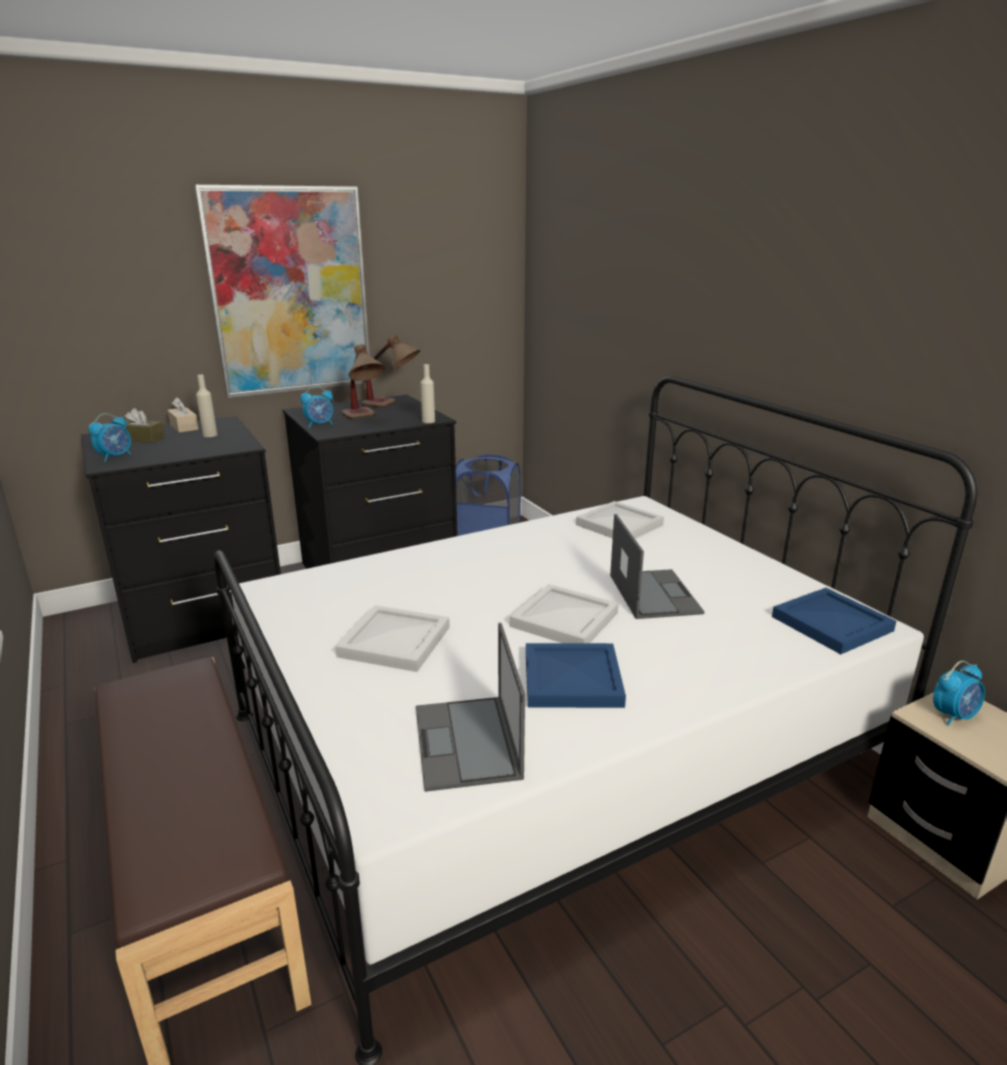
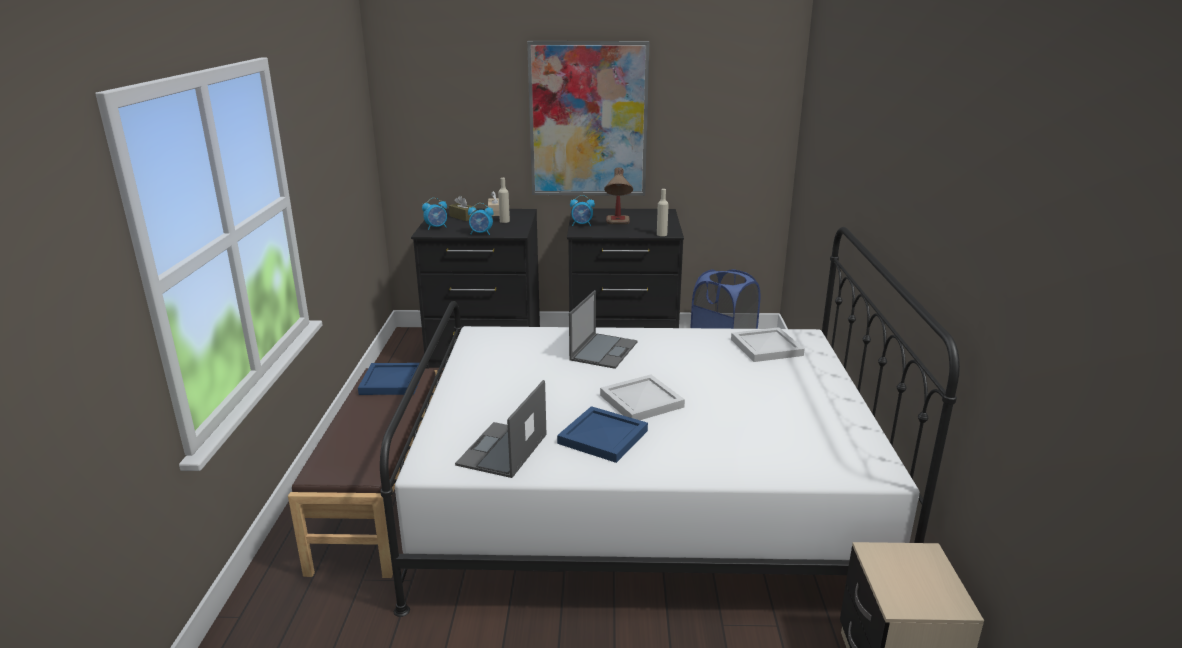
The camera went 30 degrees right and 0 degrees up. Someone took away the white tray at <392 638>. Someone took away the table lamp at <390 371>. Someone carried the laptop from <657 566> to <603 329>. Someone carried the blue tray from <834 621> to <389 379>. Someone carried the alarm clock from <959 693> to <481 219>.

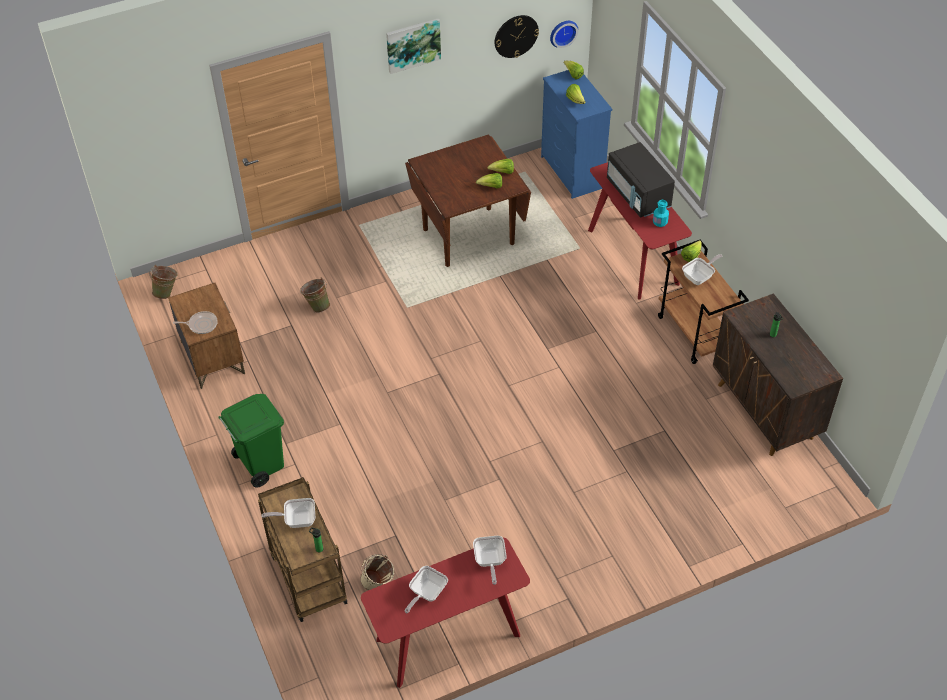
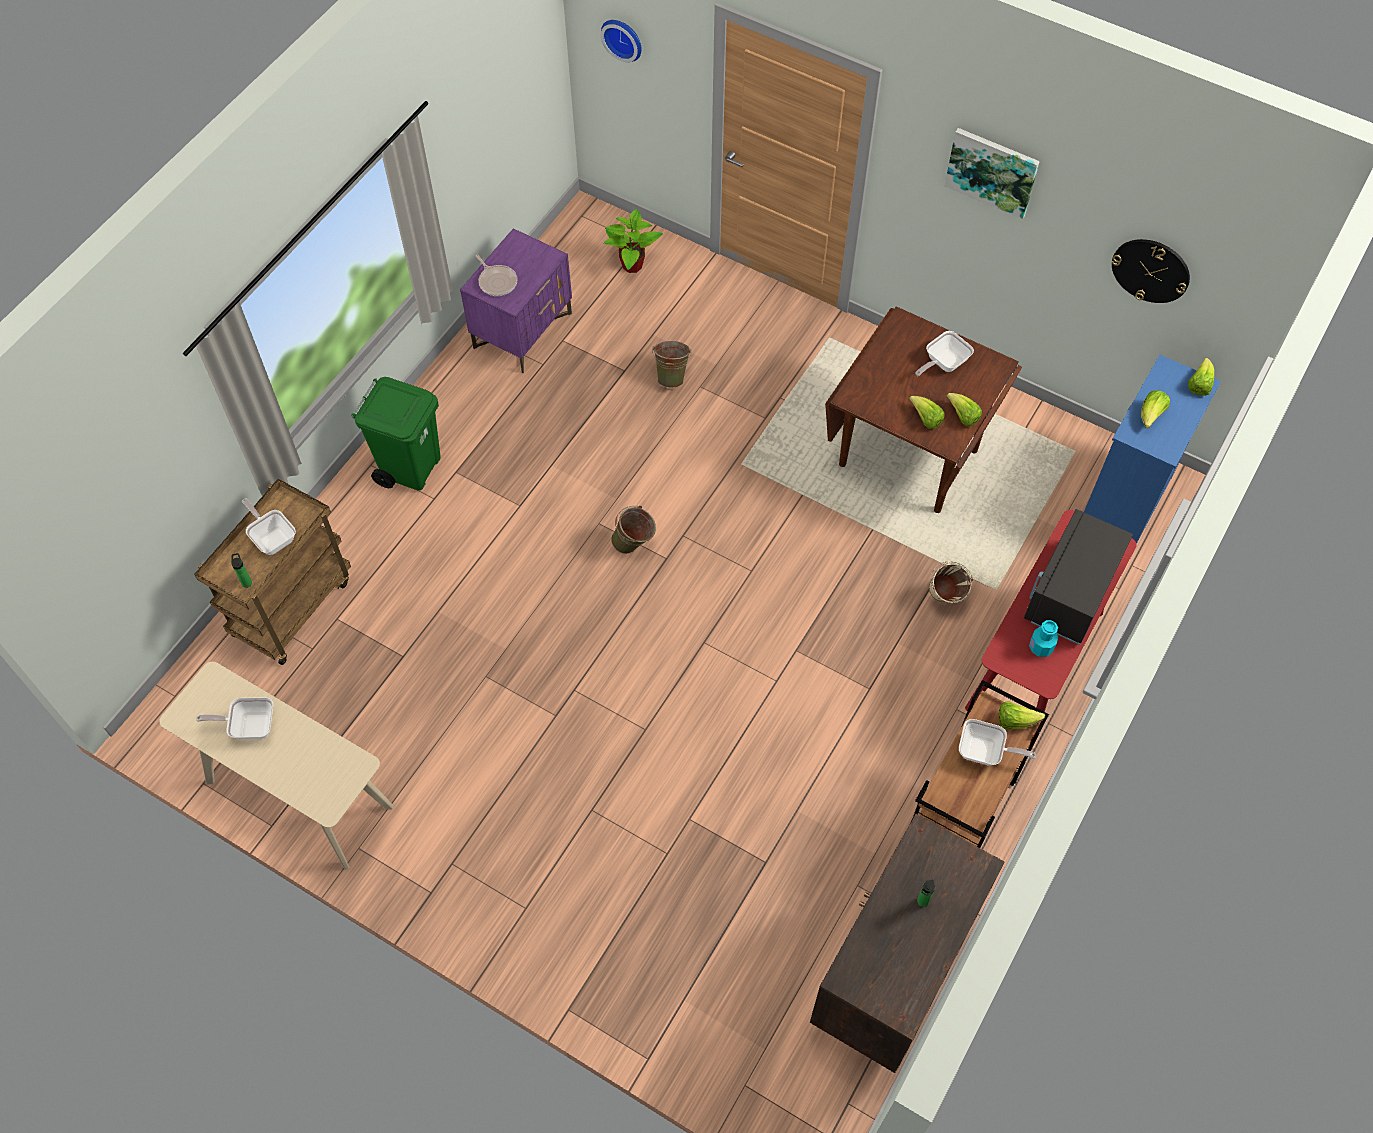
The camera went 55 degrees right and 10 degrees up. Someone carried the green bucket from <163 282> to <633 530>. Someone repainted the brown nightstand at <206 336>, which became the purple nightstand at <516 300>. Someone carried the beige bucket from <377 572> to <951 582>. Someone repainted the red console table at <445 612>, which became the beige console table at <276 766>. Someone carried the frying pan from <490 560> to <945 353>. Someone carried the wall clock from <564 34> to <621 41>. Someone put down the potted plant at <633 241>.

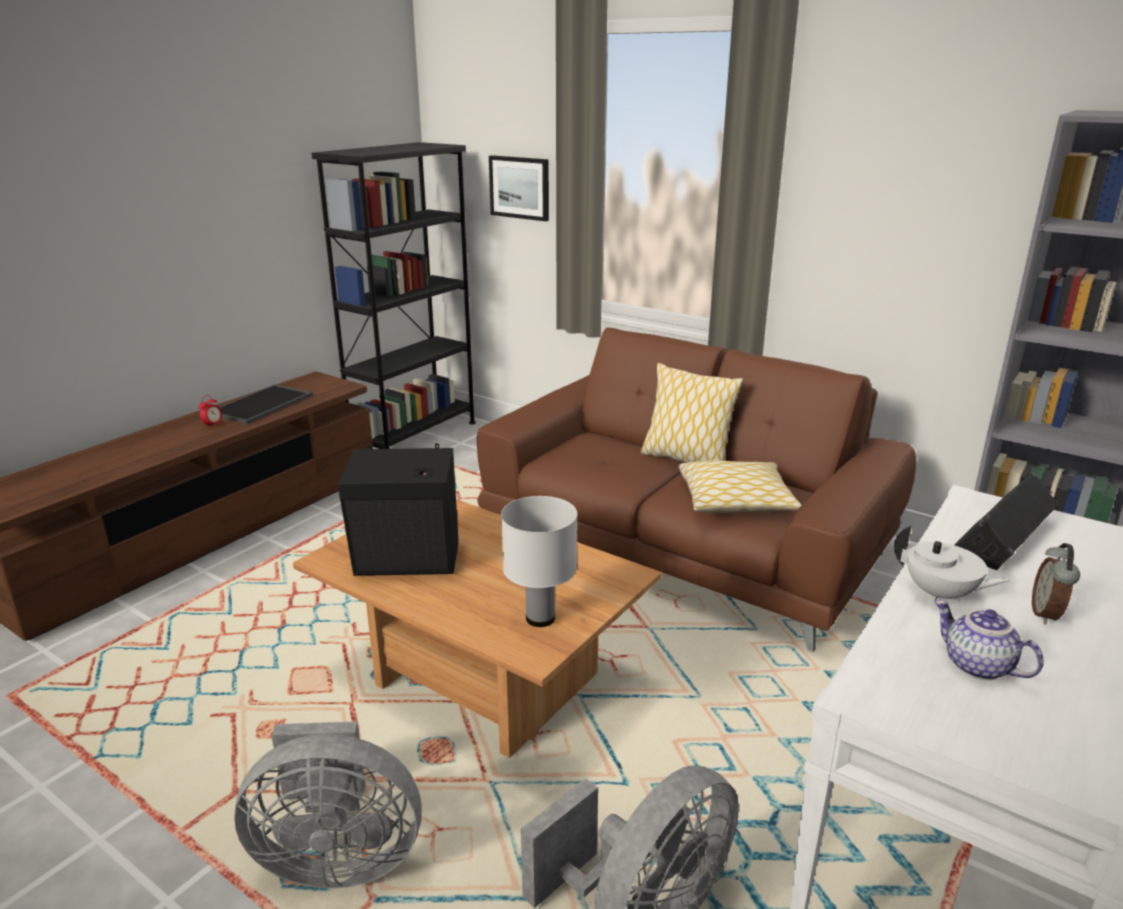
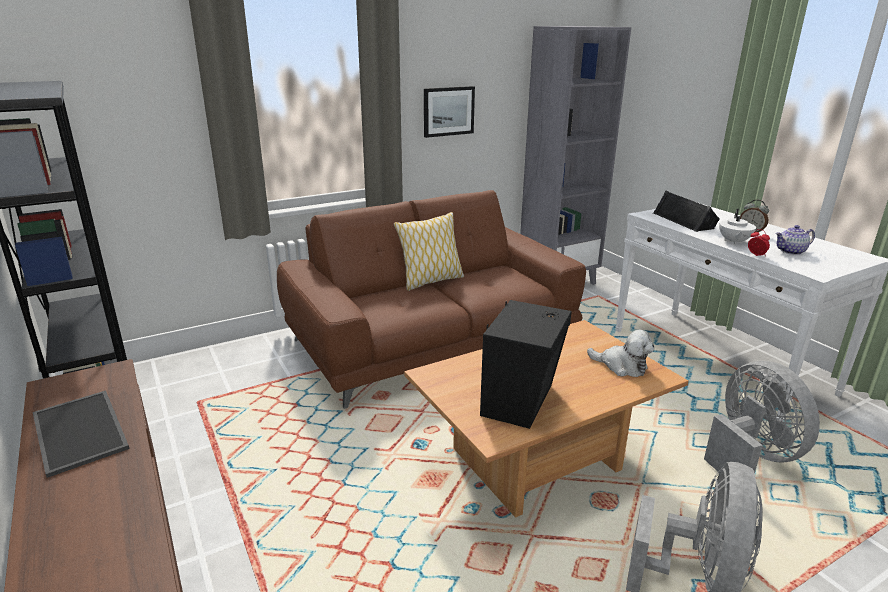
The camera went 65 degrees left and 0 degrees up. Someone carried the alarm clock from <211 412> to <759 242>. Someone carried the picture from <519 188> to <449 112>. Someone swapped the white table lamp at <539 561> for the plush toy at <620 353>. Someone took away the pillow at <740 486>. Someone rotated the white teapot at <952 564> by 135 degrees clockwise.

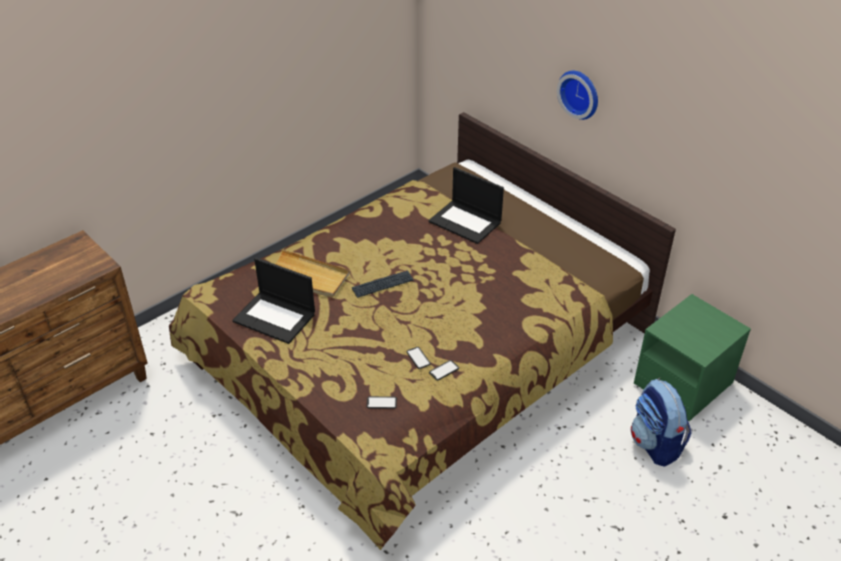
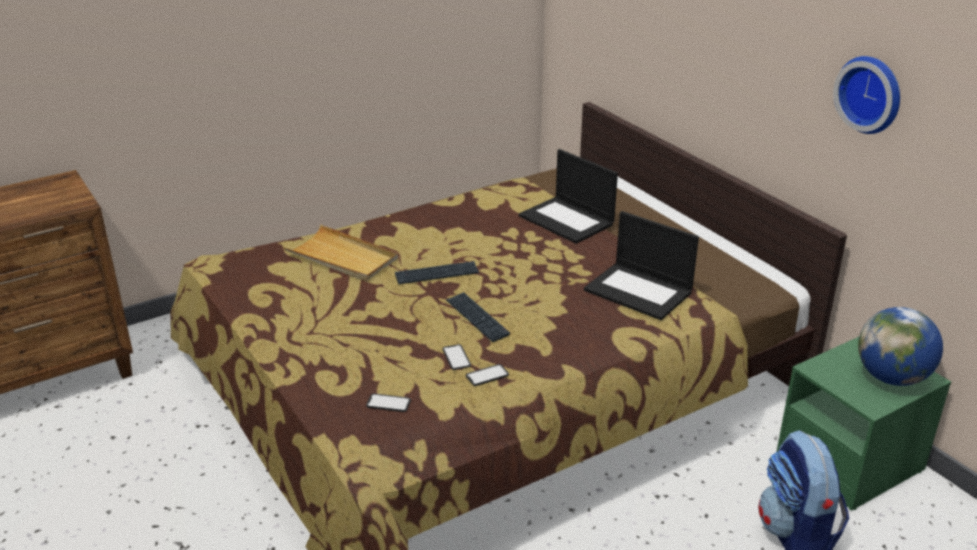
The camera went 10 degrees right and 10 degrees down. Someone carried the laptop from <274 301> to <641 265>. Someone carried the wall clock from <577 95> to <866 95>. Someone put down the keyboard at <478 317>. Someone put down the globe at <900 346>.

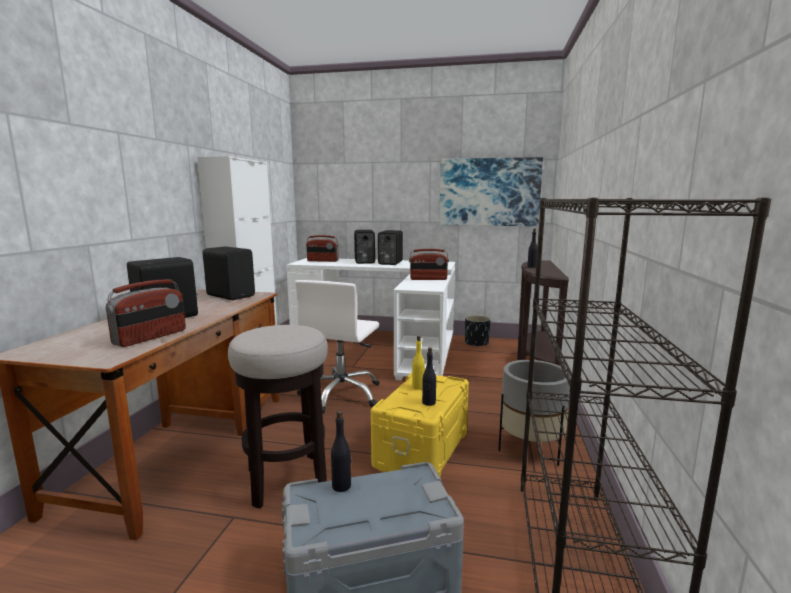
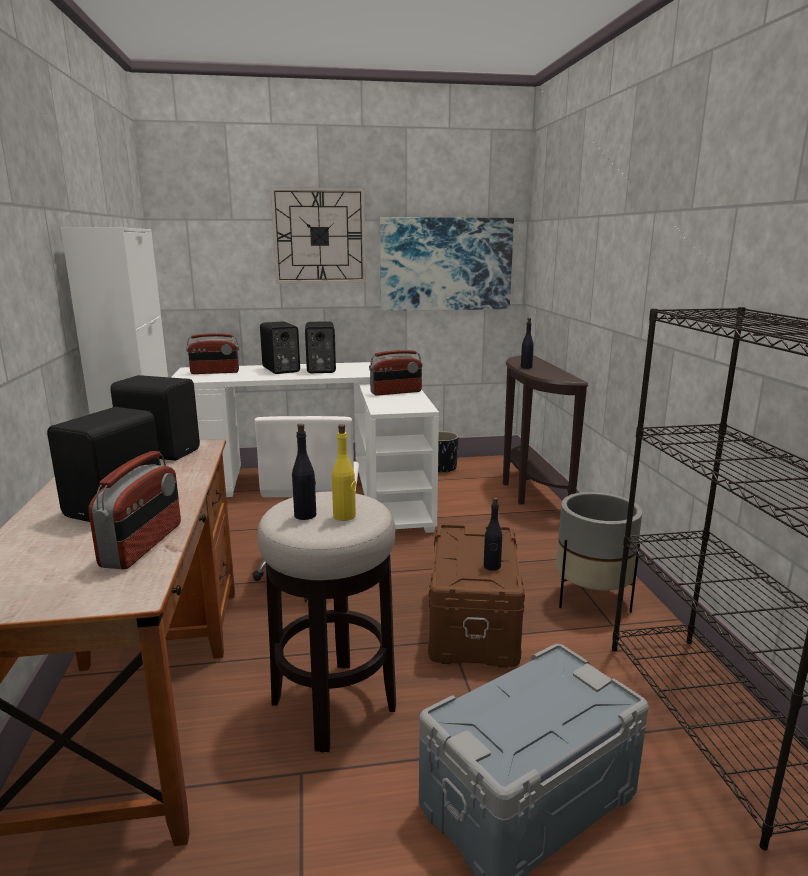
The camera went 20 degrees left and 5 degrees up. Someone carried the black bottle from <341 451> to <304 471>. Someone repainted the yellow storage box at <420 425>, which became the brown storage box at <476 596>. Someone carried the yellow bottle from <418 363> to <344 472>. Someone put up the wall clock at <318 235>.

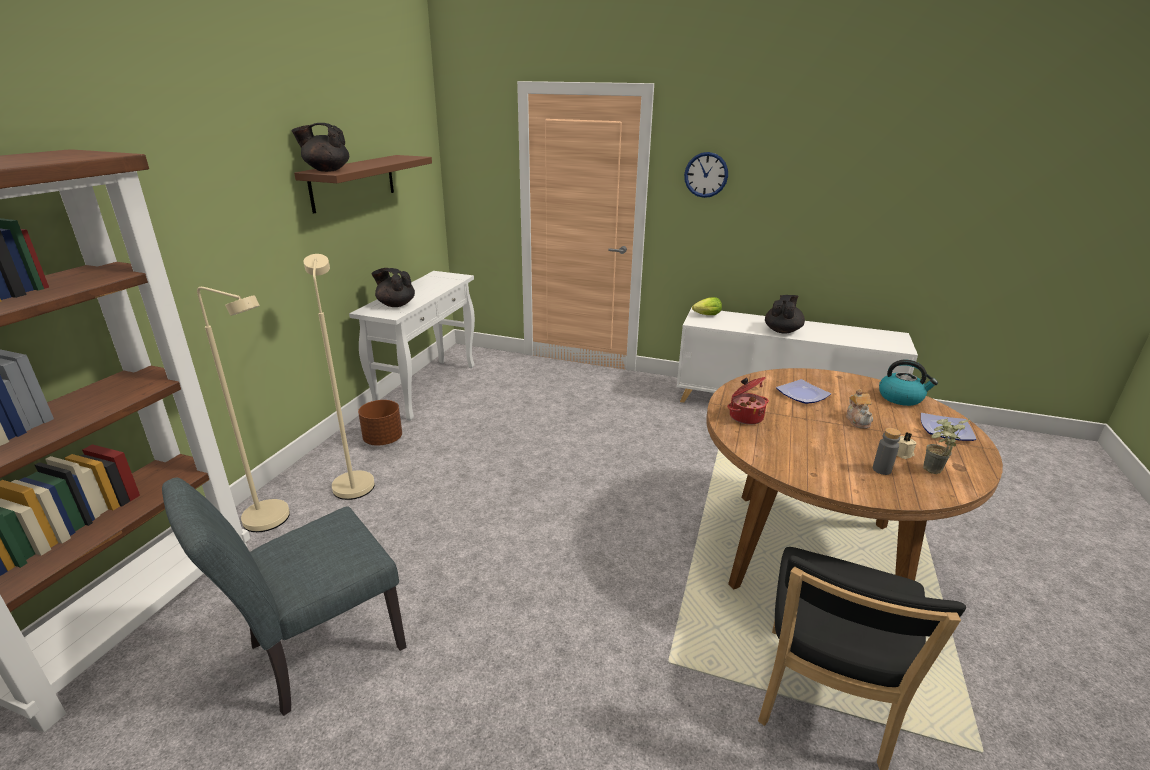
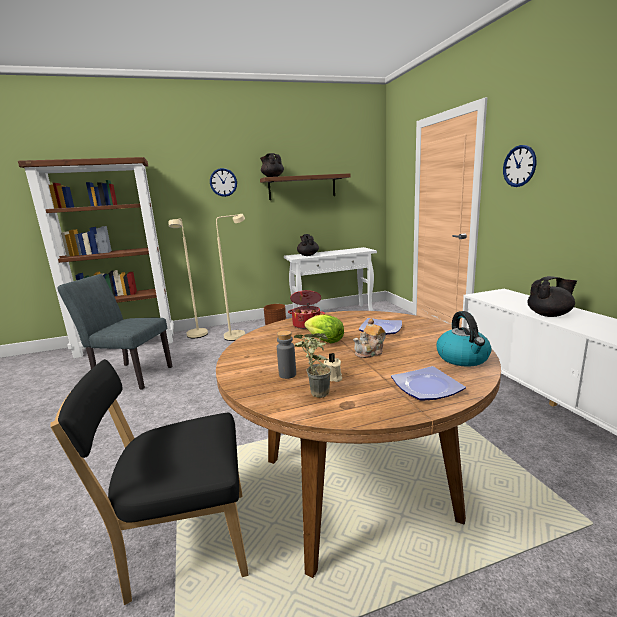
The camera went 55 degrees right and 10 degrees down. Someone carried the lettuce from <707 306> to <324 328>. Someone put up the wall clock at <223 182>.

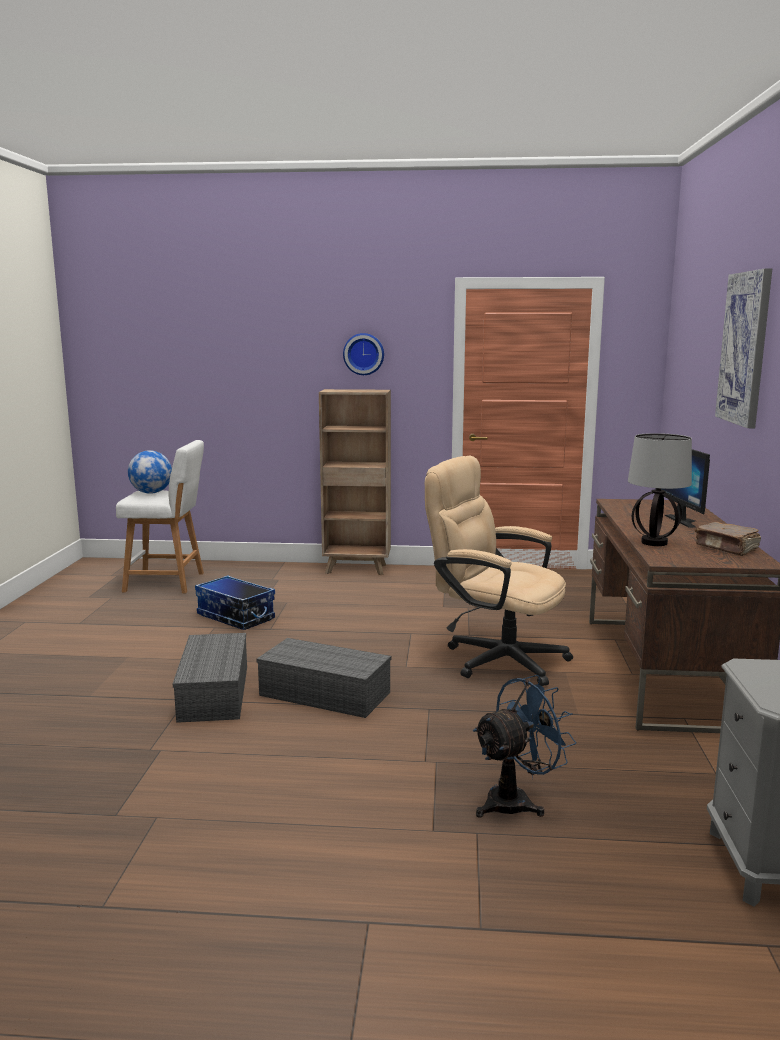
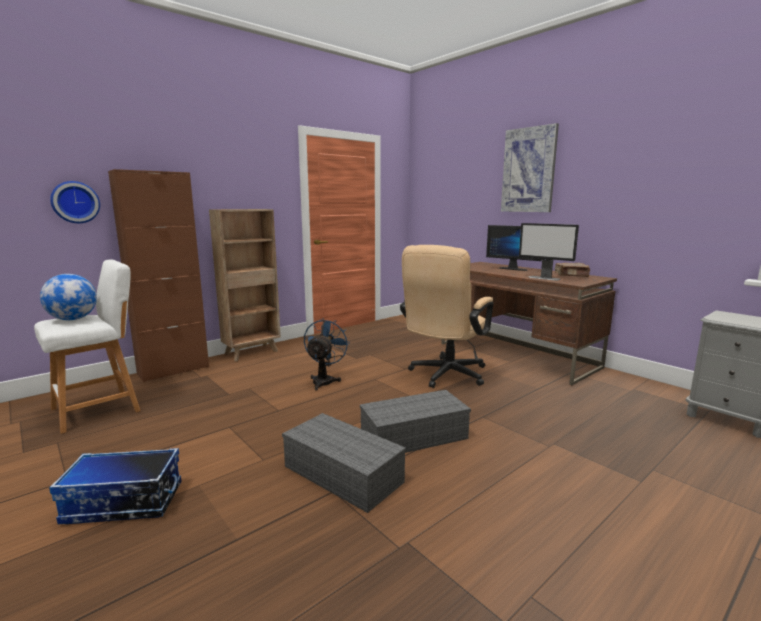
The camera went 45 degrees left and 0 degrees up. Someone carried the storage box from <235 602> to <115 486>. Someone carried the wall clock from <363 354> to <75 202>. Someone rotated the beige office chair at <499 571> by 45 degrees counterclockwise. Someone carried the blue fan from <524 746> to <327 354>. Someone swapped the table lamp at <660 489> for the monitor at <549 252>. Someone put down the brown cabinet at <158 275>.

